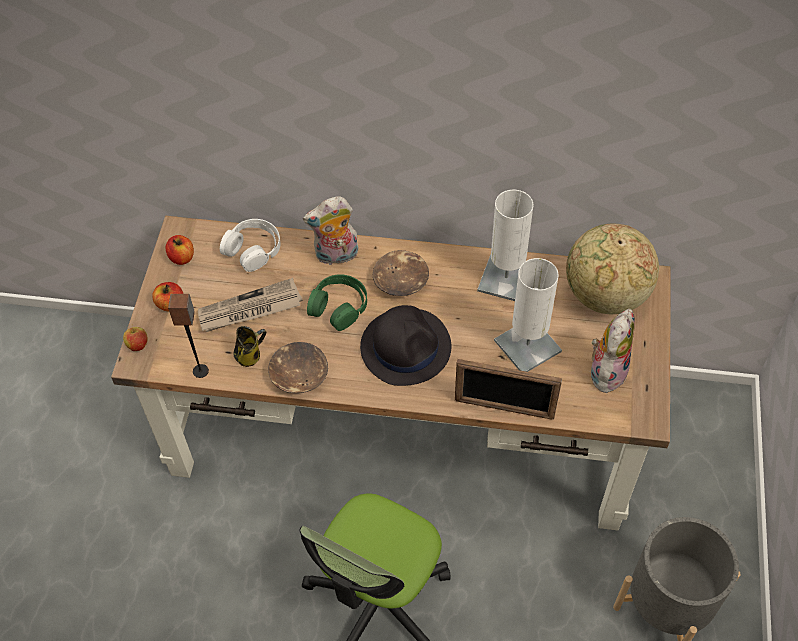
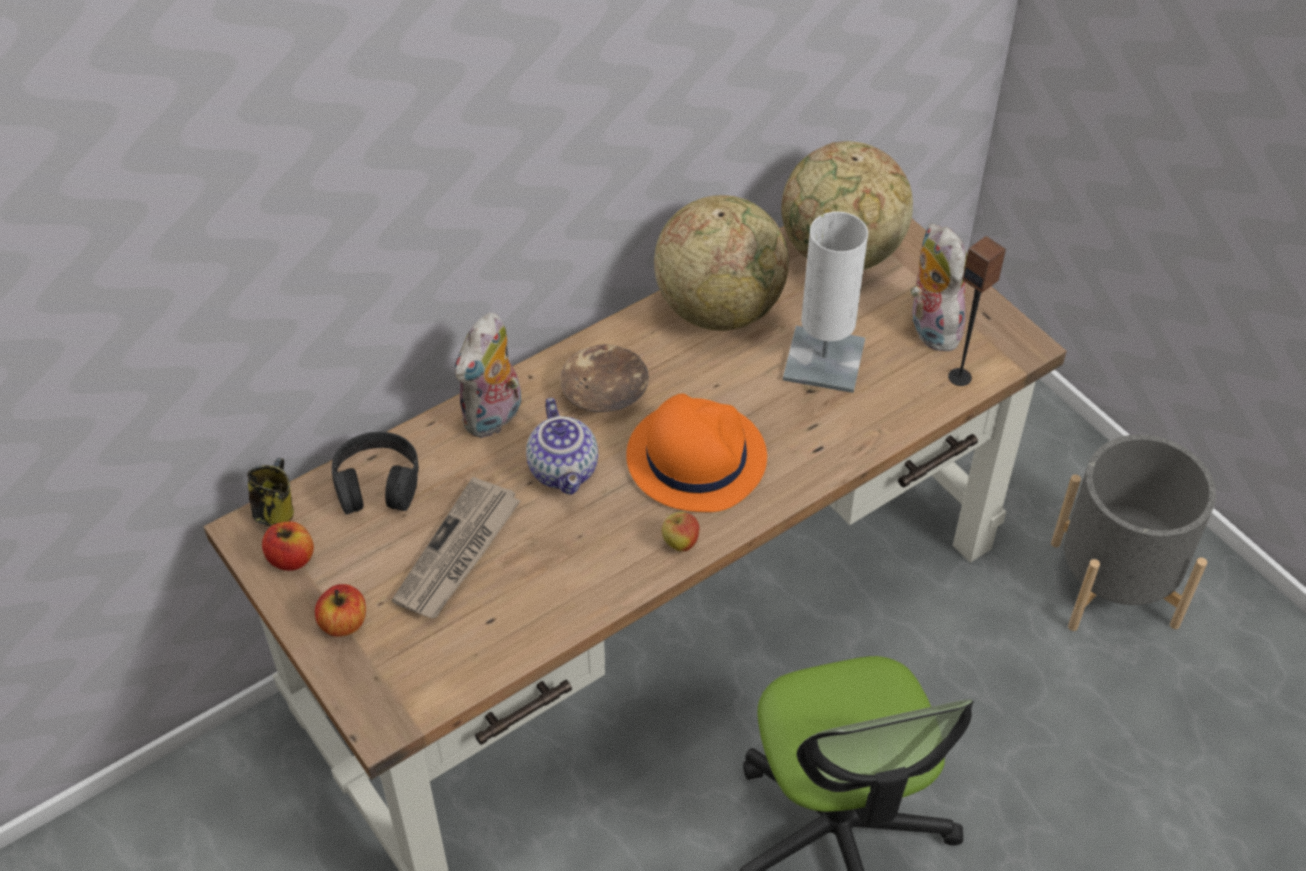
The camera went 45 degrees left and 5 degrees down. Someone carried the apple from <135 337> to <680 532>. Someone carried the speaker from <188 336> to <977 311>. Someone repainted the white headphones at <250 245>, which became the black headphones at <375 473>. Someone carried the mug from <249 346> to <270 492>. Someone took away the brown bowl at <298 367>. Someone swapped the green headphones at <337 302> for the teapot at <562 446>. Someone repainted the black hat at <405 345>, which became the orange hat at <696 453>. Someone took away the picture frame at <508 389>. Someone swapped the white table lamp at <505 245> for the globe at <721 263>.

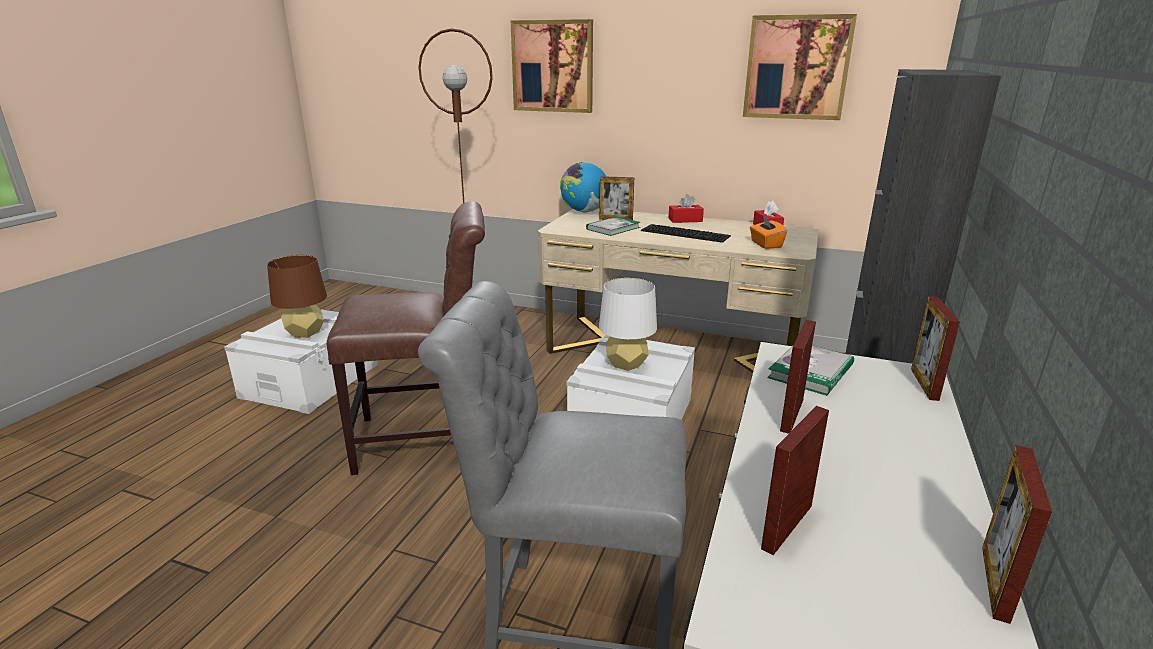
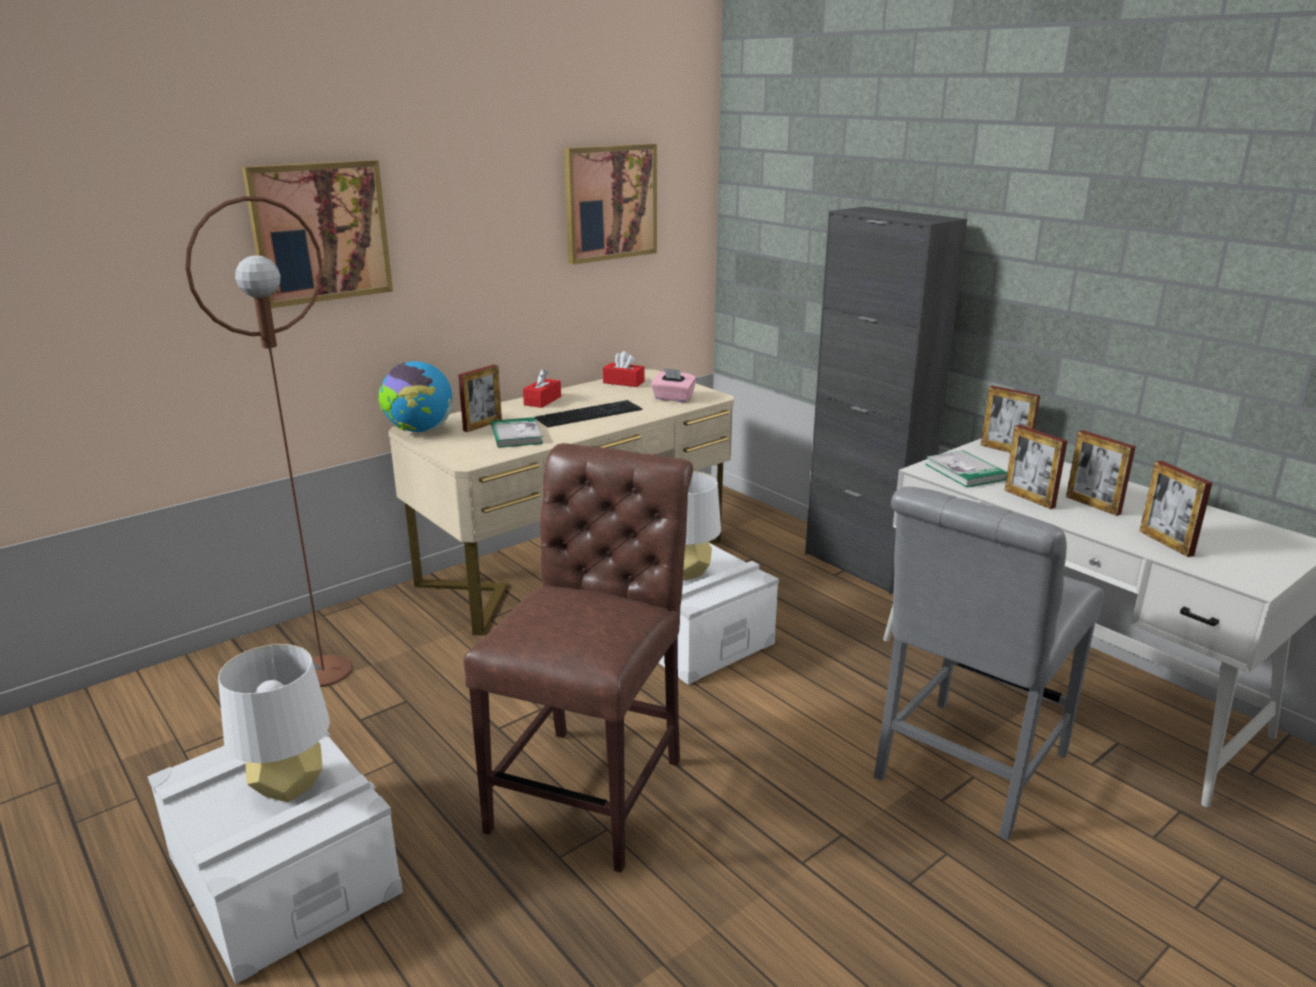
The camera went 60 degrees left and 0 degrees up. Someone repainted the brown table lamp at <297 296>, which became the white table lamp at <274 723>. Someone repainted the orange tissue box at <768 232>, which became the pink tissue box at <674 385>. Someone carried the picture frame from <1017 534> to <1101 473>.

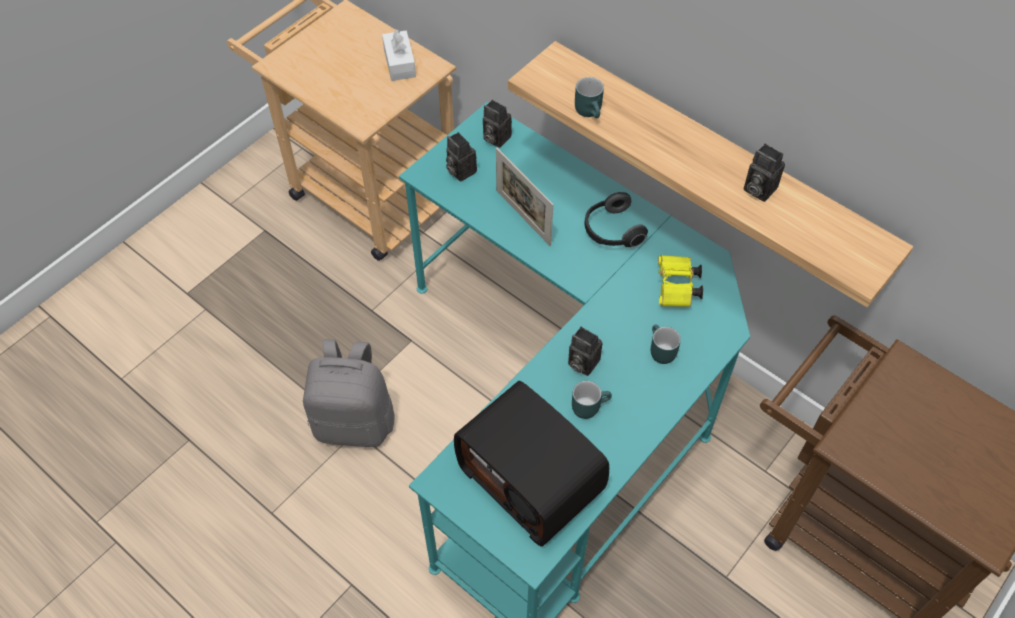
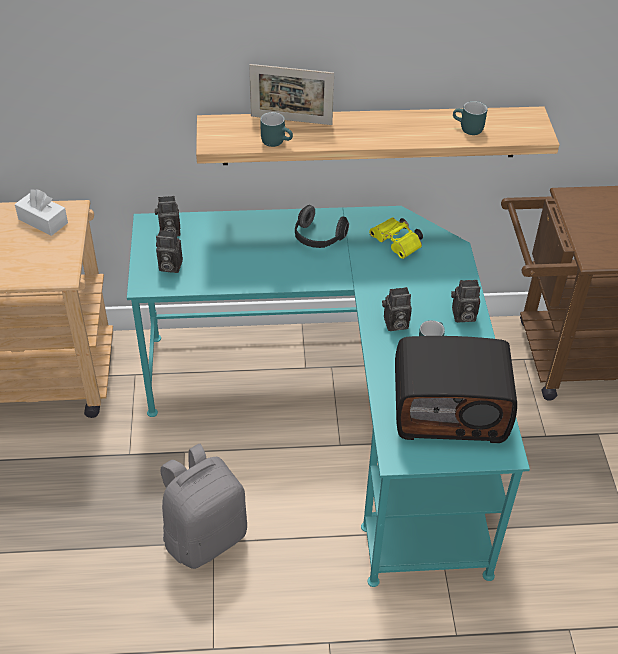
The camera went 45 degrees left and 10 degrees down. Someone carried the picture frame from <524 197> to <291 94>. Someone carried the turquoise mug from <666 344> to <470 118>. Someone carried the photo camera from <764 173> to <466 301>.

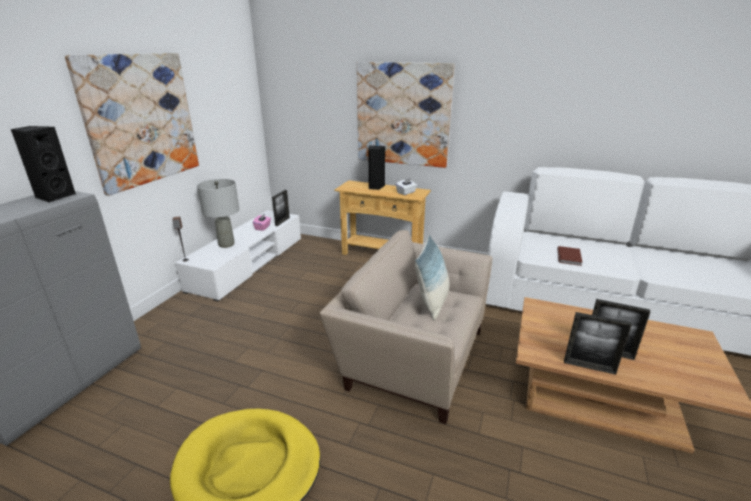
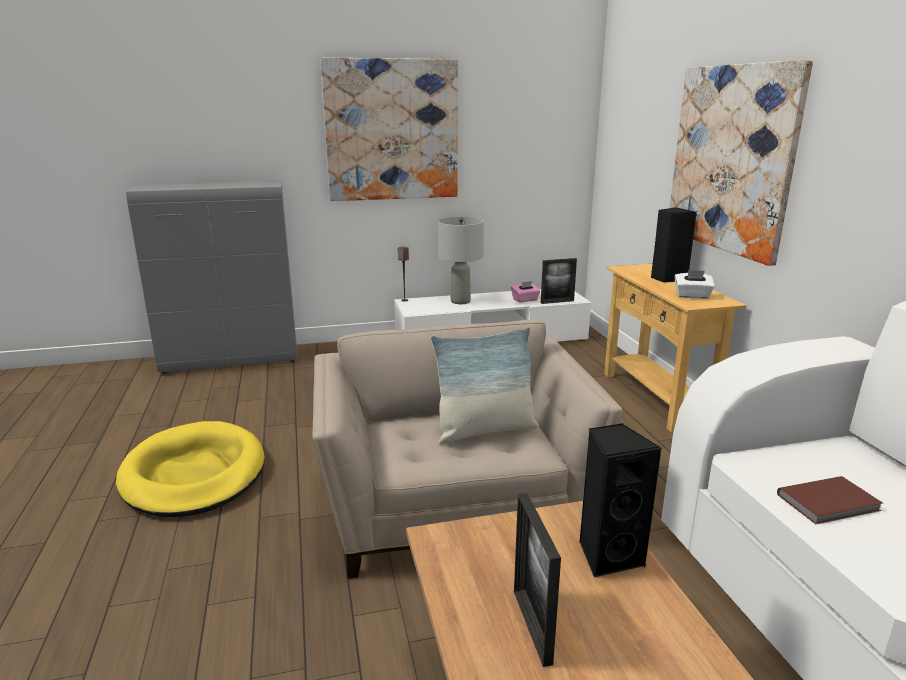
The camera went 55 degrees right and 5 degrees down. Someone carried the black speaker from <43 164> to <620 500>. Someone took away the picture frame at <598 343>.

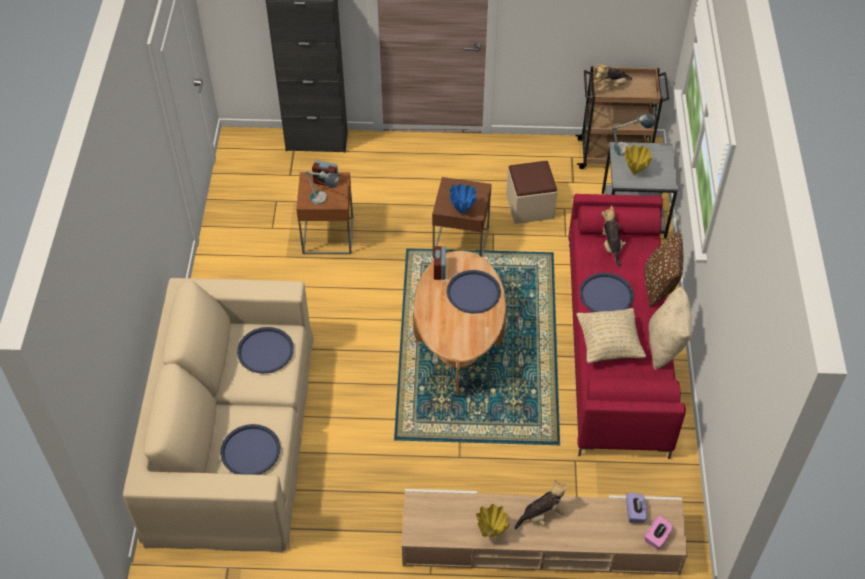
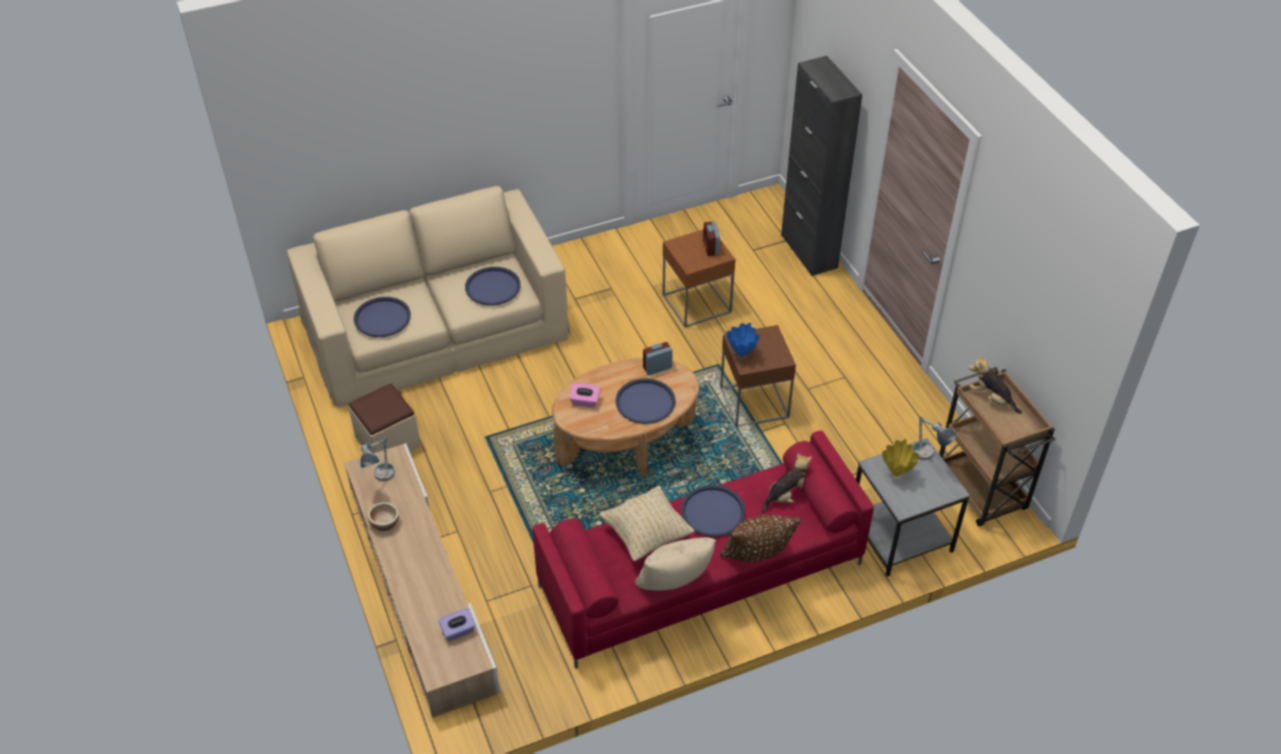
The camera went 65 degrees right and 5 degrees down. Someone carried the table lamp from <322 188> to <378 459>. Someone swapped the yellow vase at <493 520> for the bowl at <383 516>. Someone carried the beige ottoman from <531 192> to <384 418>. Someone took away the plush toy at <541 504>. Someone carried the pink tissue box from <658 532> to <585 395>.

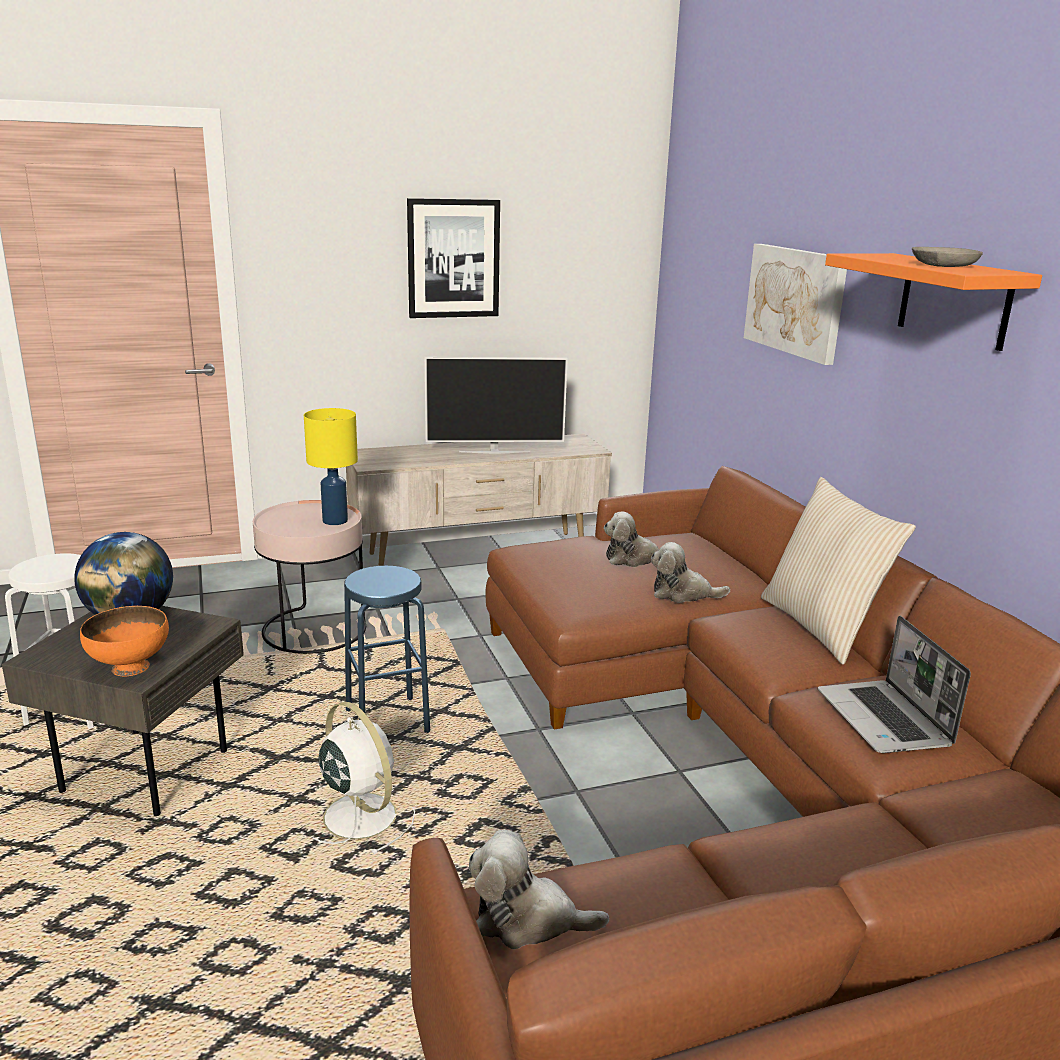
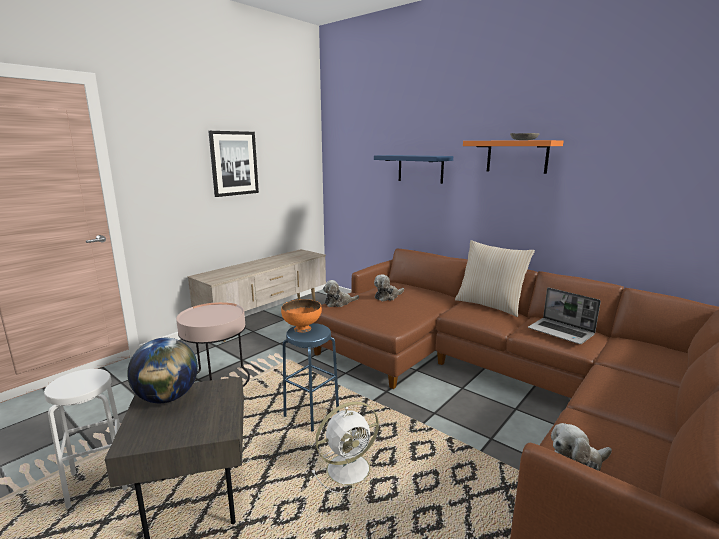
The camera went 30 degrees left and 5 degrees down. Someone carried the orange bowl from <124 641> to <301 316>. Someone took away the yellow table lamp at <331 466>. Someone rotated the white fan at <364 778> by 135 degrees clockwise. Someone took away the television at <496 405>. Someone carried the plush toy from <690 572> to <341 293>. Someone swapped the picture at <795 304> for the blue shelf at <413 169>.

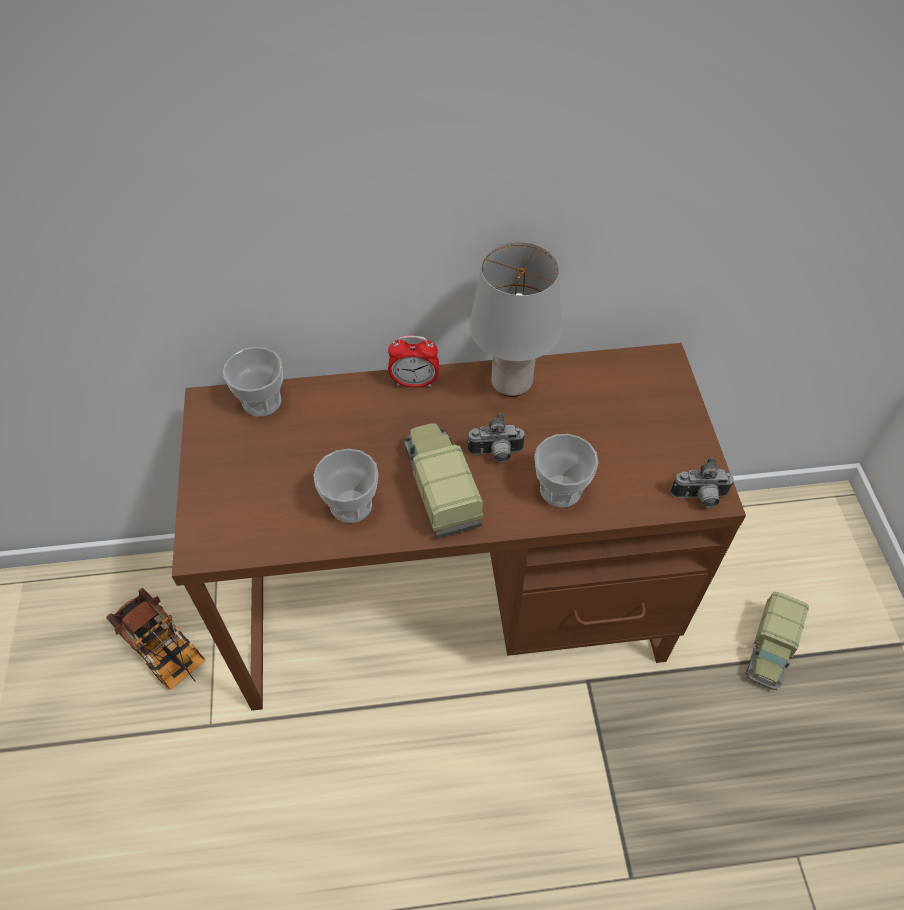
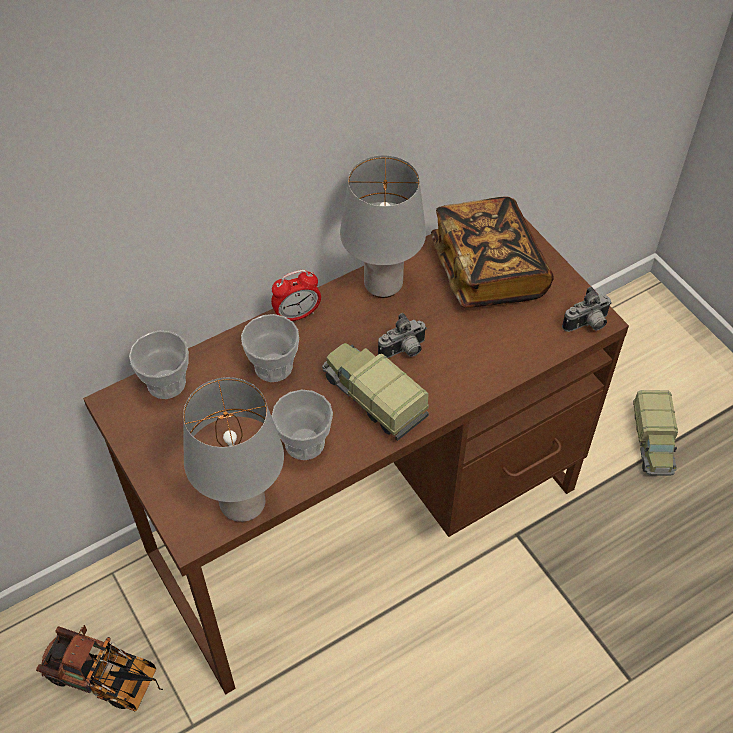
The camera went 25 degrees left and 0 degrees up. Someone carried the cup from <566 470> to <270 348>. Someone put down the grey table lamp at <233 449>. Someone put down the book at <492 252>.

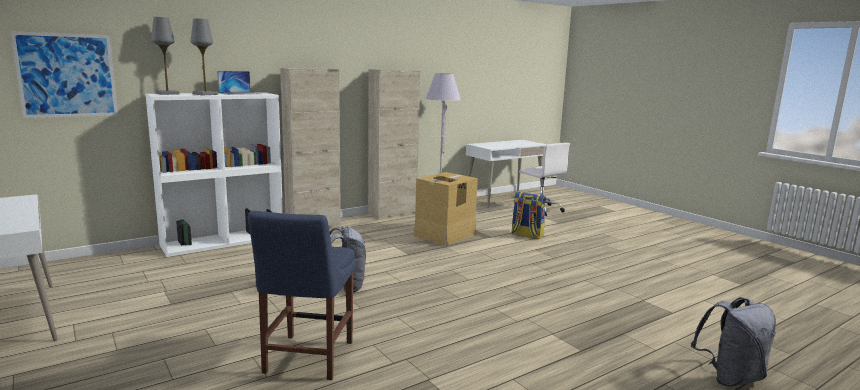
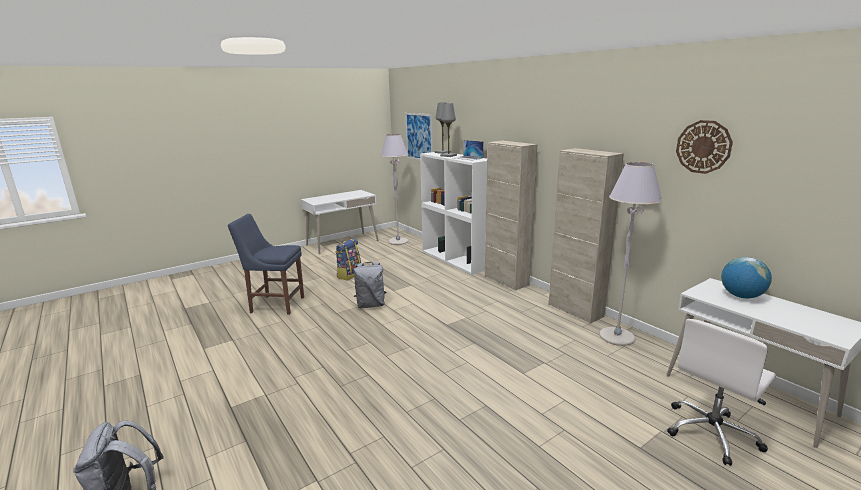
The camera went 90 degrees right and 5 degrees up. Someone took away the cardboard box at <446 209>. Someone carried the backpack from <528 215> to <348 259>. Someone put down the grey floor lamp at <394 189>. Someone put up the wall clock at <704 147>. Someone put down the globe at <746 278>.

